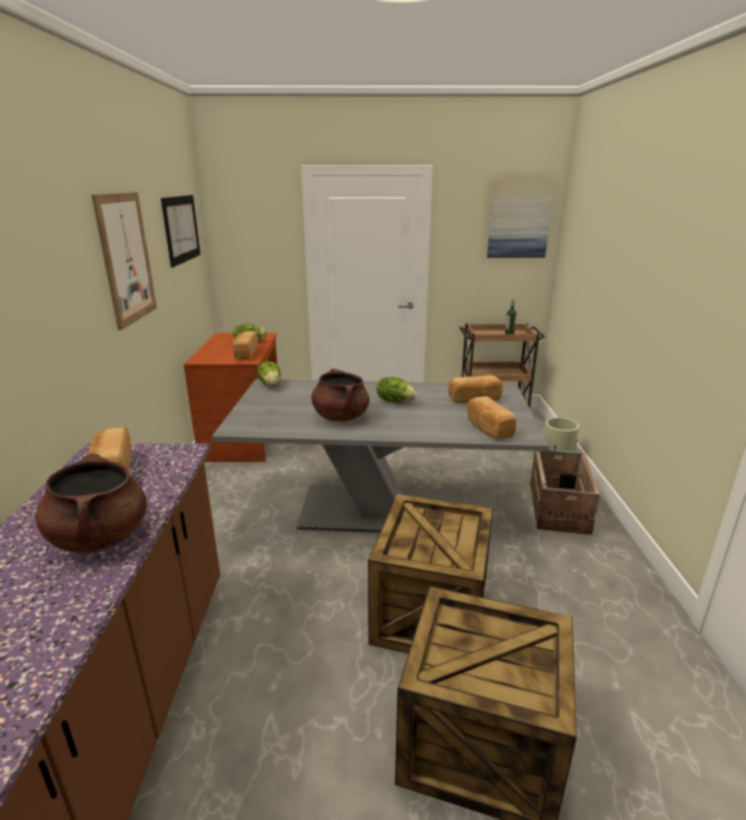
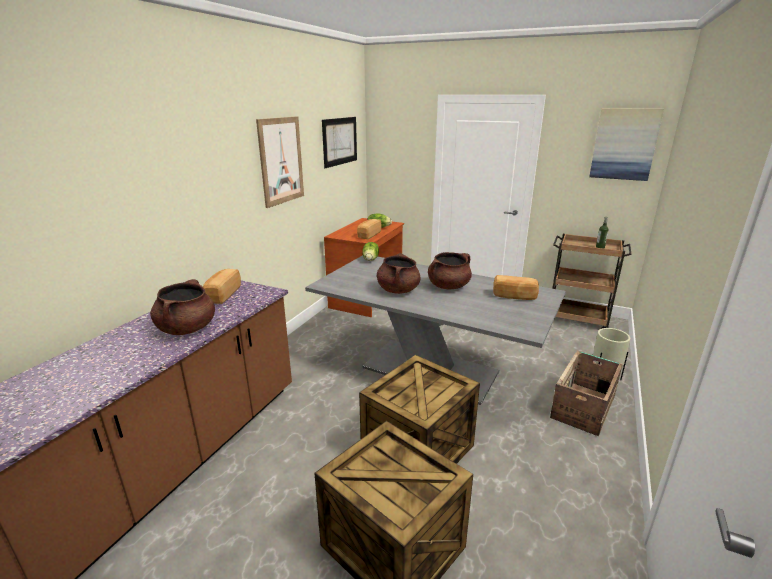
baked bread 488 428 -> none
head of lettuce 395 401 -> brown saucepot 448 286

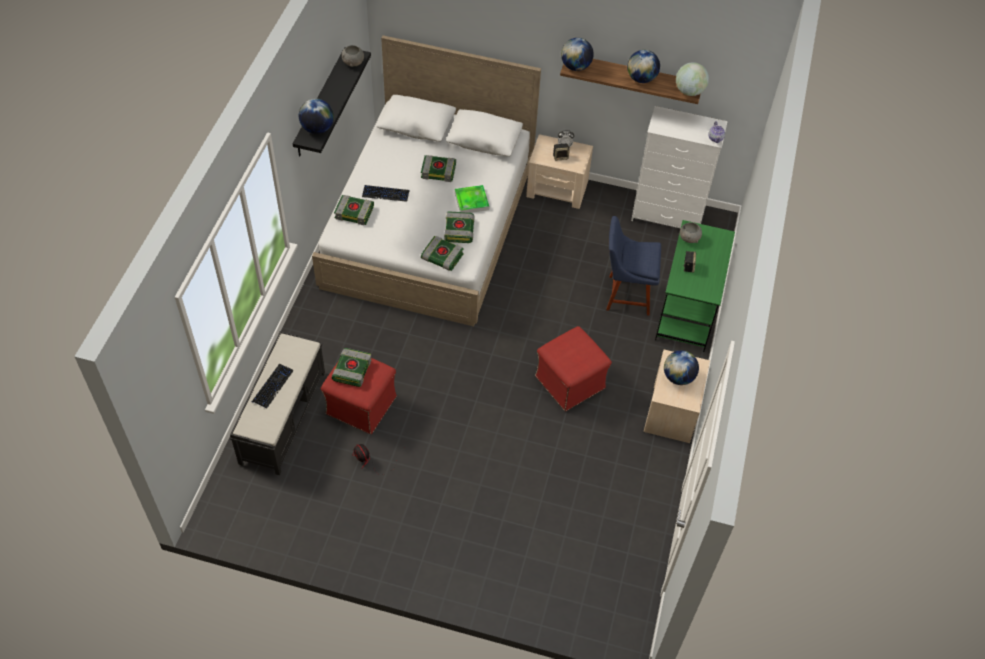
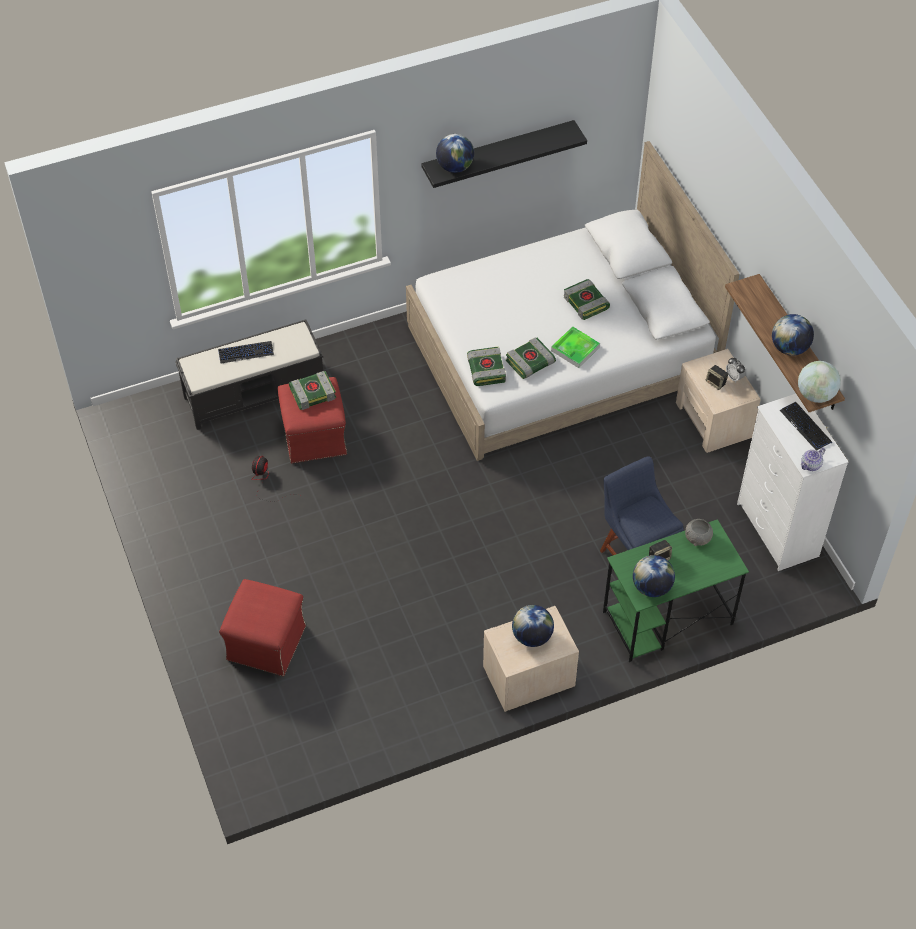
book 355 212 -> none
greyish deep dish 353 62 -> none
keyboard 386 194 -> keyboard 806 426, relocated
reddish ottoman 570 383 -> reddish ottoman 266 643, relocated
world globe 575 66 -> world globe 651 587, relocated

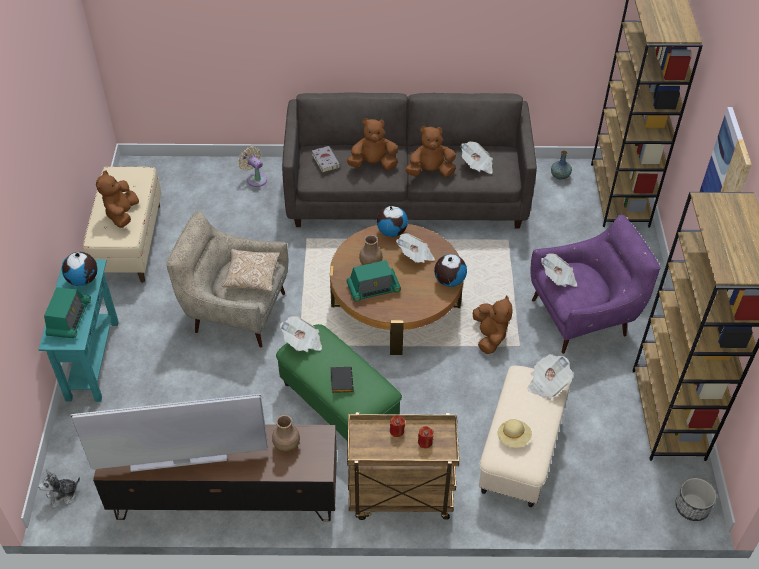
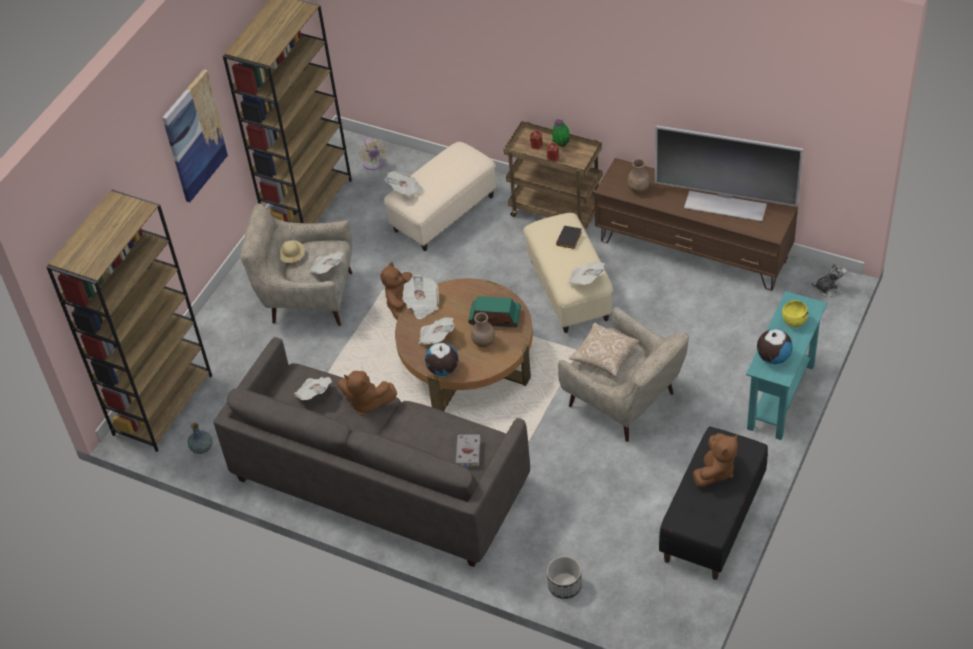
brown soft toy 373 164 -> none
none -> potted plant 561 145
beige fan 255 178 -> beige fan 373 164, relocated
beige clothing hat 513 438 -> beige clothing hat 291 256, relocated
plant pot 691 507 -> plant pot 564 586, relocated
radio 69 319 -> yellowish deep dish 794 322
world globe 449 281 -> newspaper 422 304
beige indoor bench 129 242 -> black indoor bench 713 521
green ottoman 337 404 -> beige ottoman 570 290
purple-coloured easy chair 583 316 -> beige easy chair 307 297

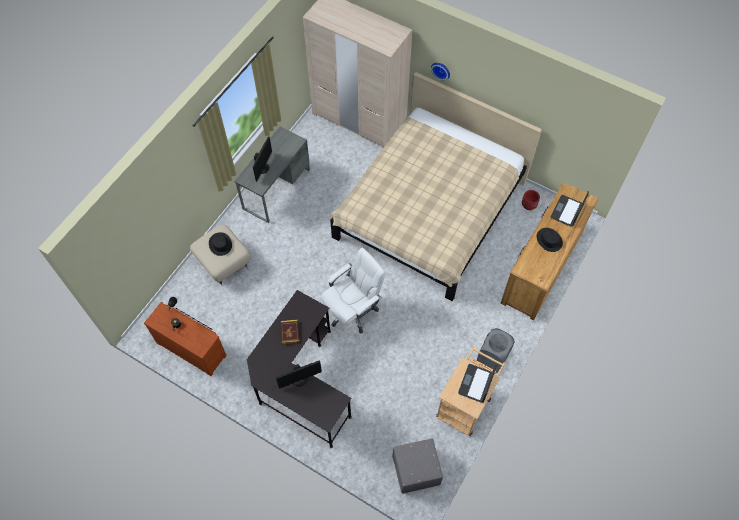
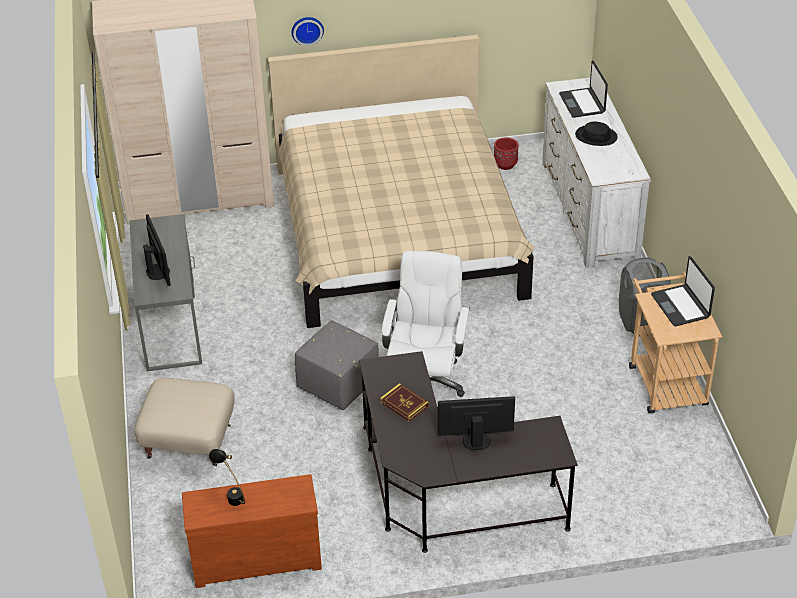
black clothing hat 220 244 -> none
greyish ottoman 416 471 -> greyish ottoman 339 385, relocated
brown dresser 541 267 -> white dresser 589 210
monitor 299 379 -> monitor 476 440, 120 degrees counterclockwise

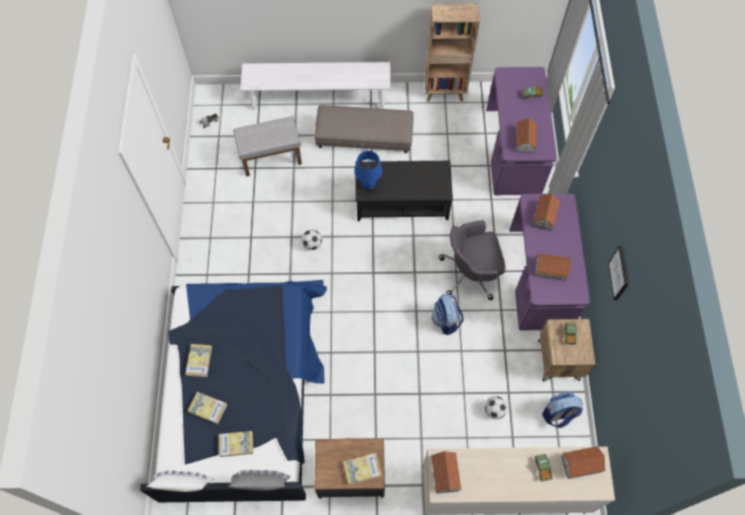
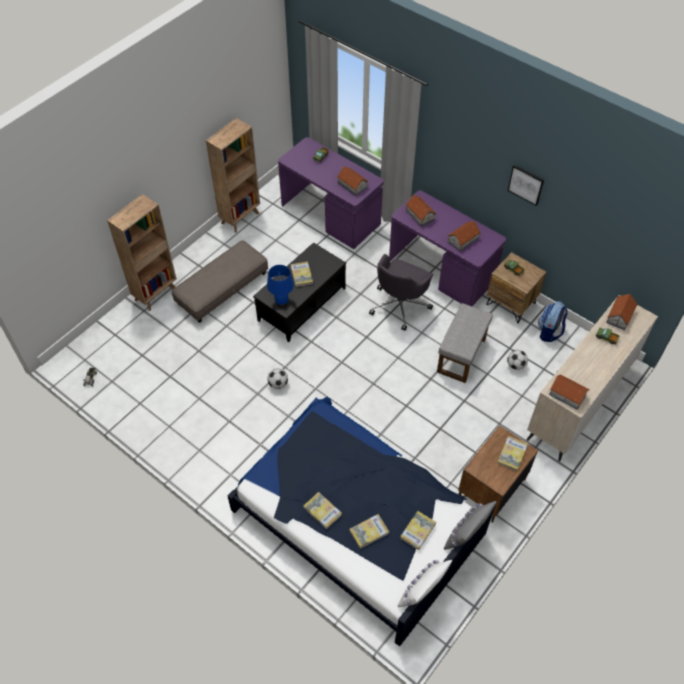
knapsack 446 320 -> none
none -> book 301 275
greyish ottoman 271 157 -> greyish ottoman 461 354, relocated
white indoor bench 318 99 -> brown shelving unit 156 293

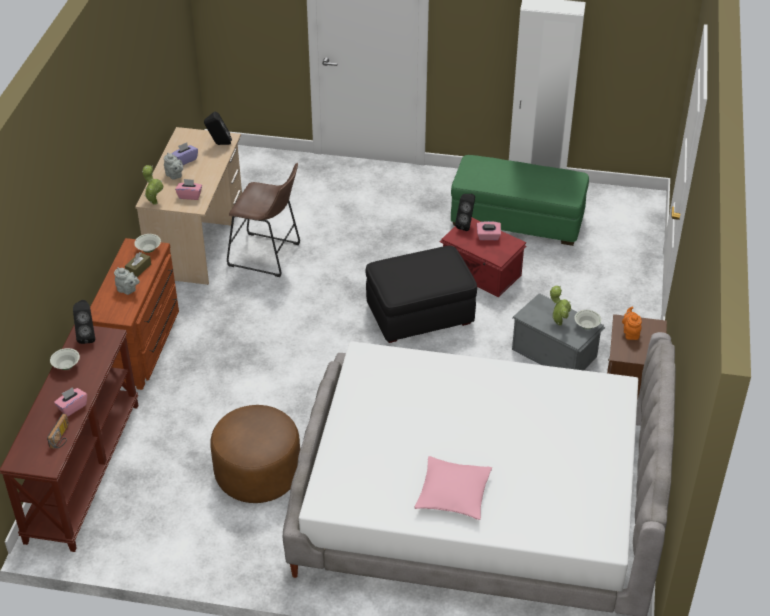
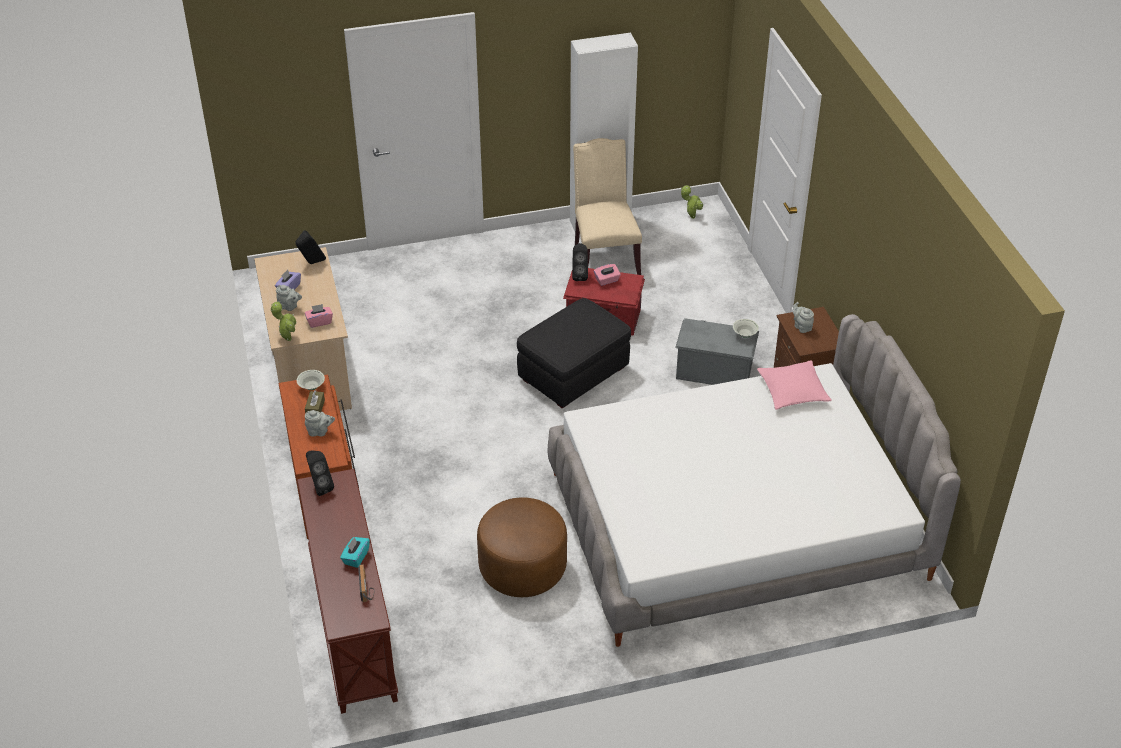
white deep dish 66 366 -> none
brown stool 268 256 -> none
pink-coloured pillow 453 494 -> pink-coloured pillow 793 391, relocated
potted plant 558 322 -> potted plant 691 216, relocated
green ottoman 517 220 -> beige upright chair 604 259
pink-coloured box of tissues 72 407 -> turquoise-coloured box of tissues 356 557
orangey teapot 630 333 -> greyish teapot 801 327

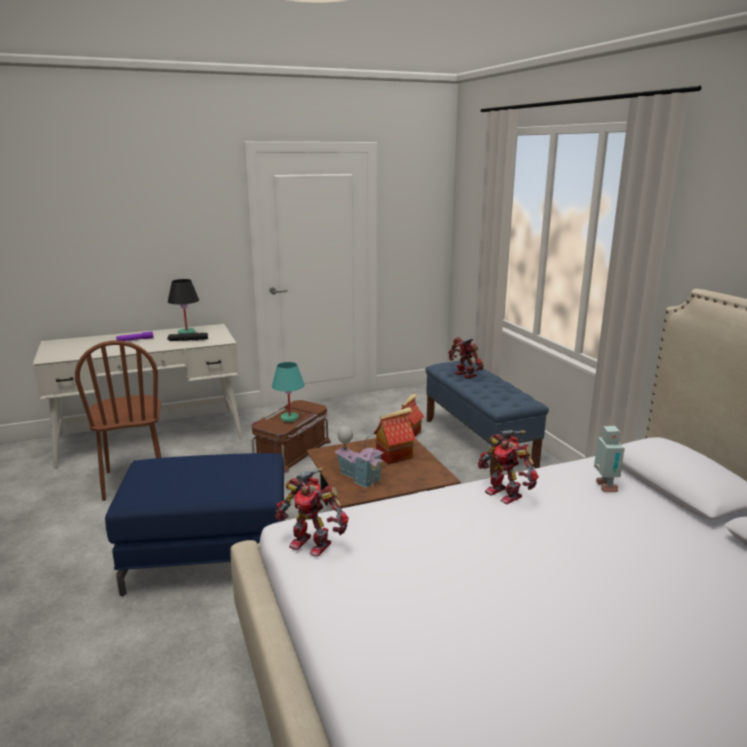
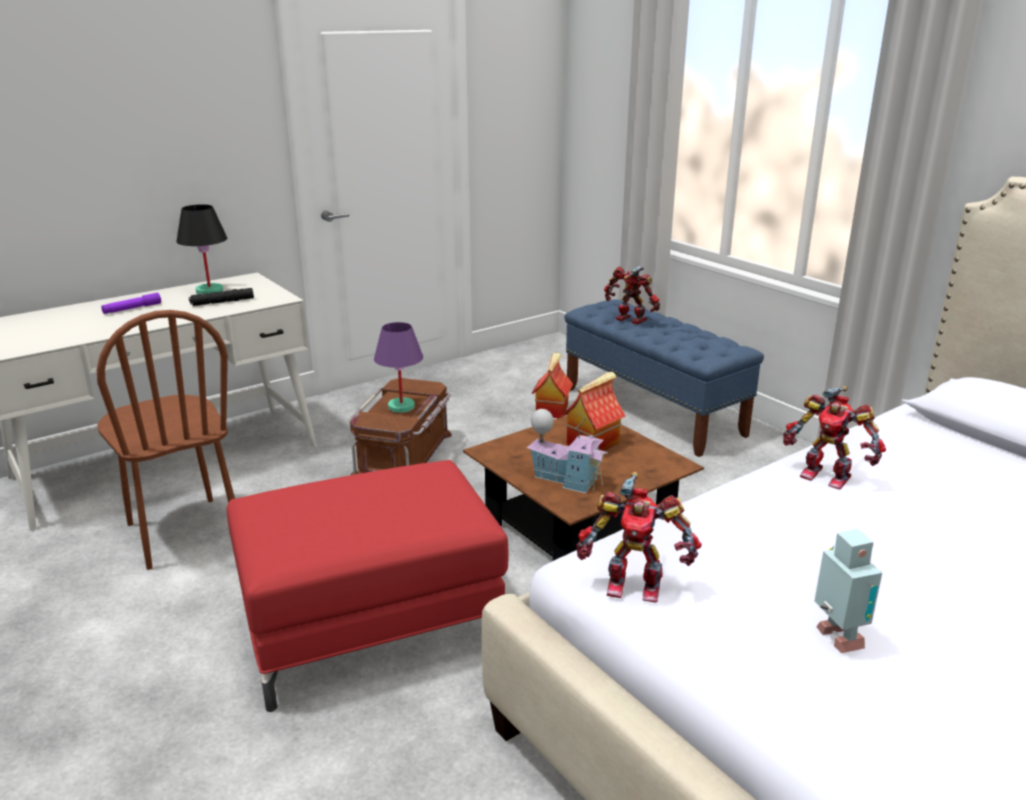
toy robot 604 487 -> toy robot 837 640, relocated
bluish ottoman 208 556 -> reddish ottoman 371 627
turquoise-coloured lamp for a table 289 418 -> purple-coloured lamp for a table 400 407

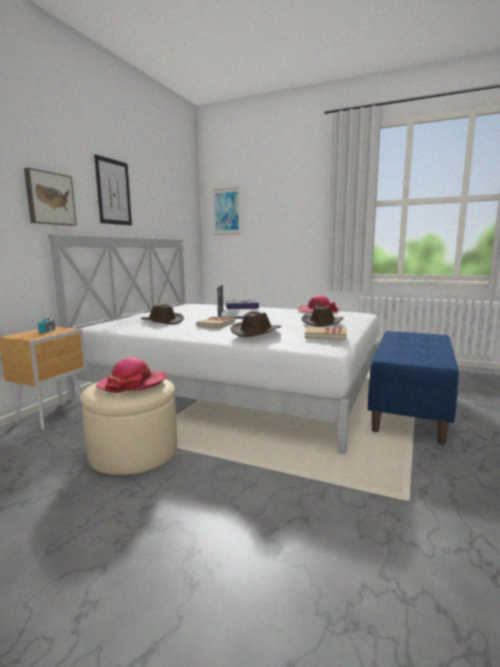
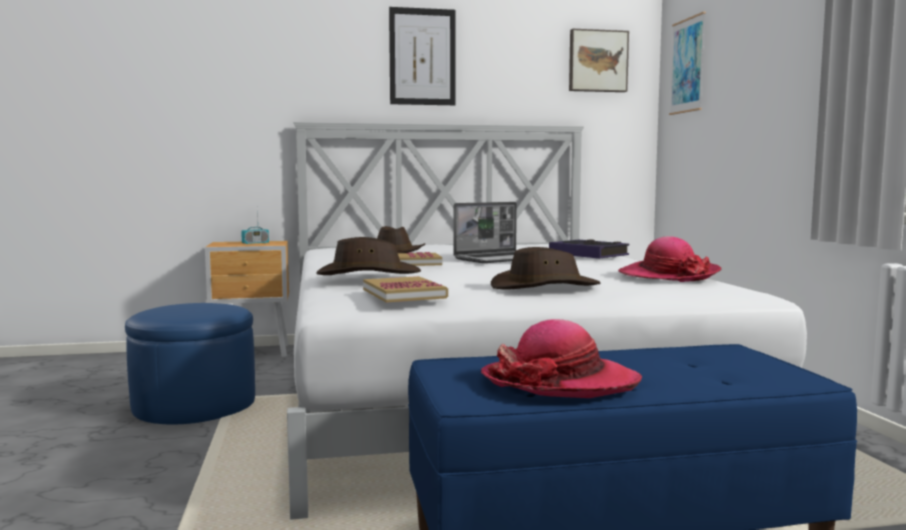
wall picture 49 198 -> wall picture 597 61, relocated
clothing hat 133 384 -> clothing hat 559 382, relocated
beige ottoman 134 451 -> bluish ottoman 194 405

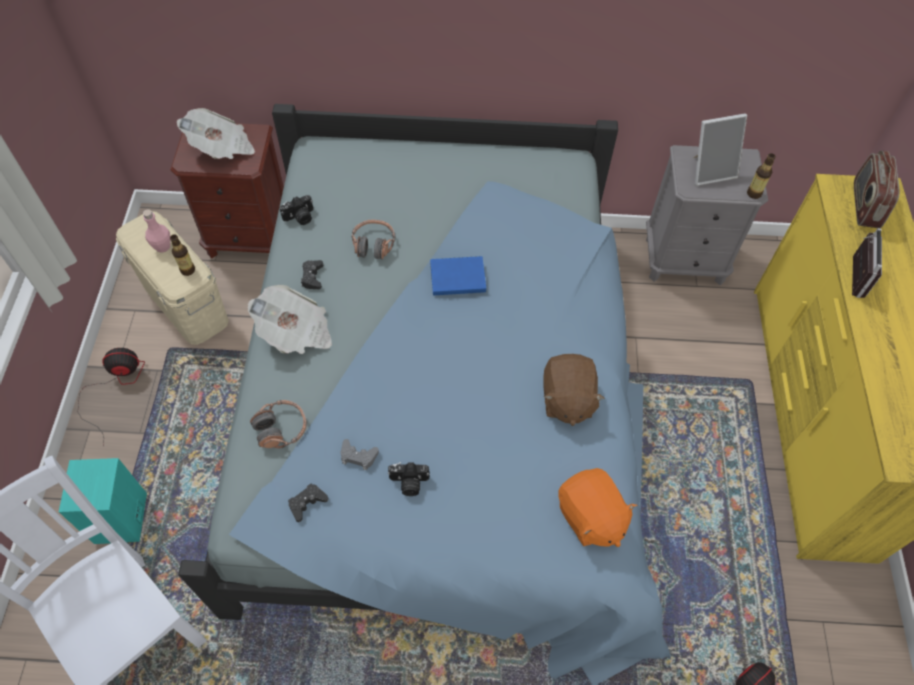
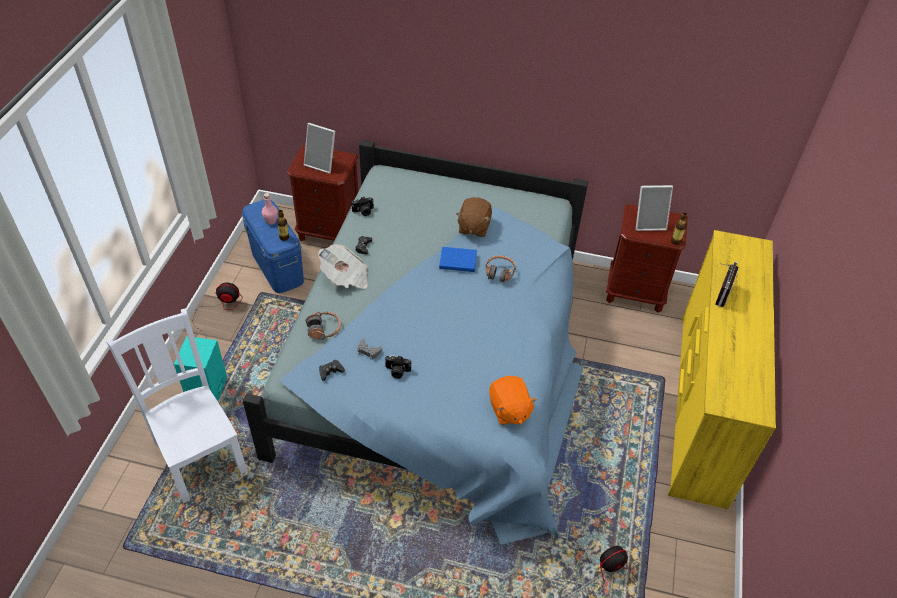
radio 864 205 -> none
headset 373 244 -> headset 499 272, relocated
brown soft toy 567 399 -> brown soft toy 473 227, relocated
newspaper 222 148 -> photo frame 322 163
beige storage container 185 303 -> bluish storage container 277 266
greyish nightstand 684 260 -> brown nightstand 635 292

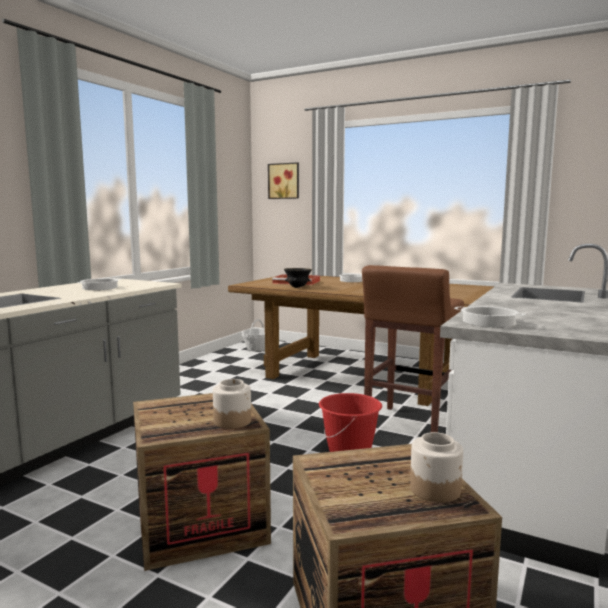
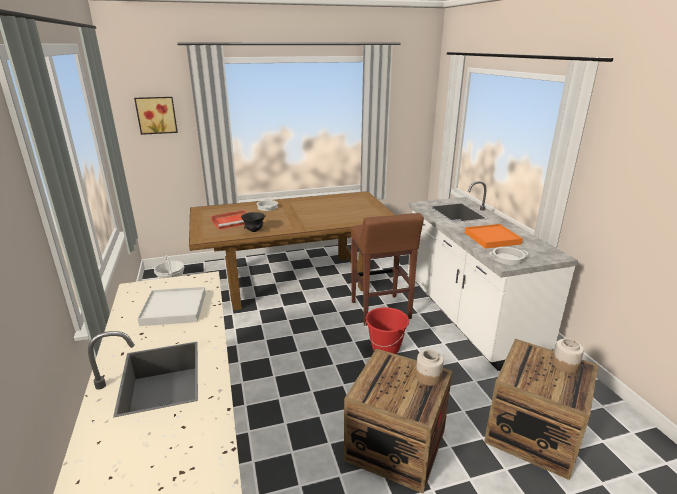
none -> orangey serving tray 492 238
saucepot 100 288 -> white serving tray 174 309

